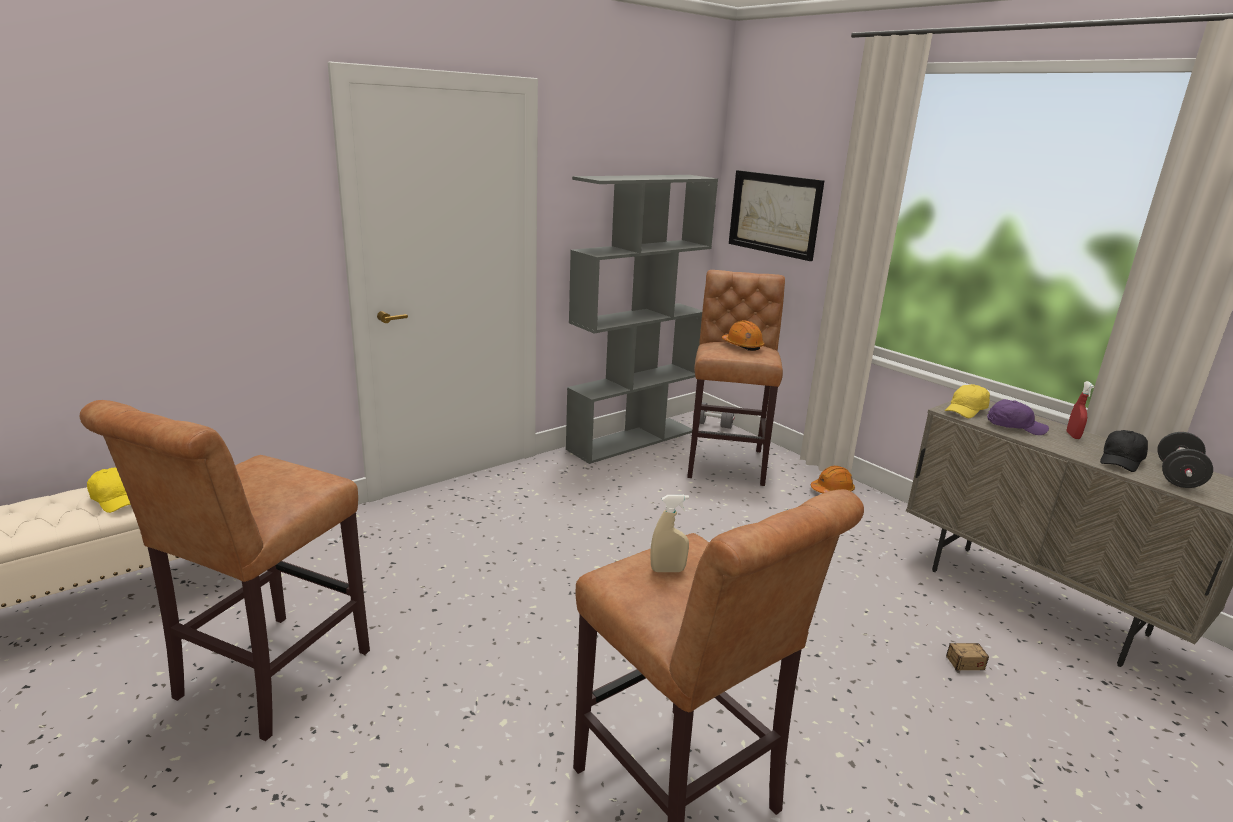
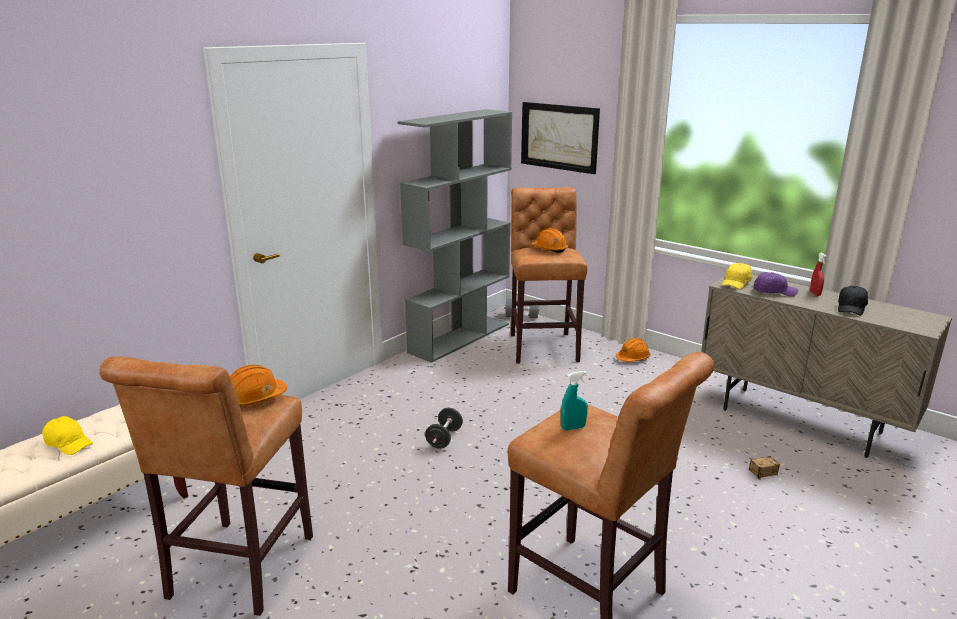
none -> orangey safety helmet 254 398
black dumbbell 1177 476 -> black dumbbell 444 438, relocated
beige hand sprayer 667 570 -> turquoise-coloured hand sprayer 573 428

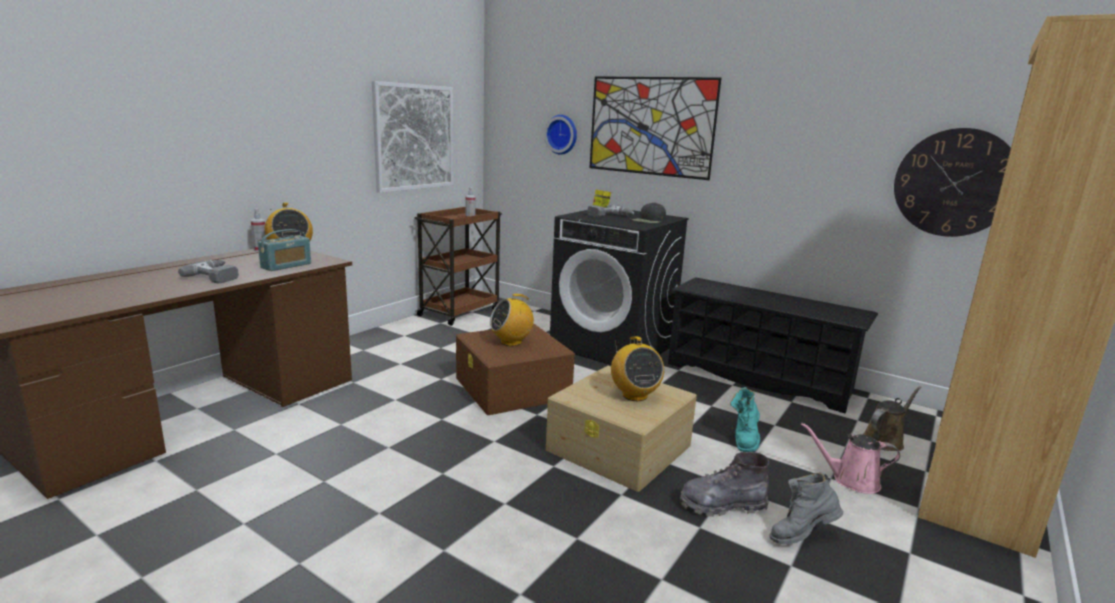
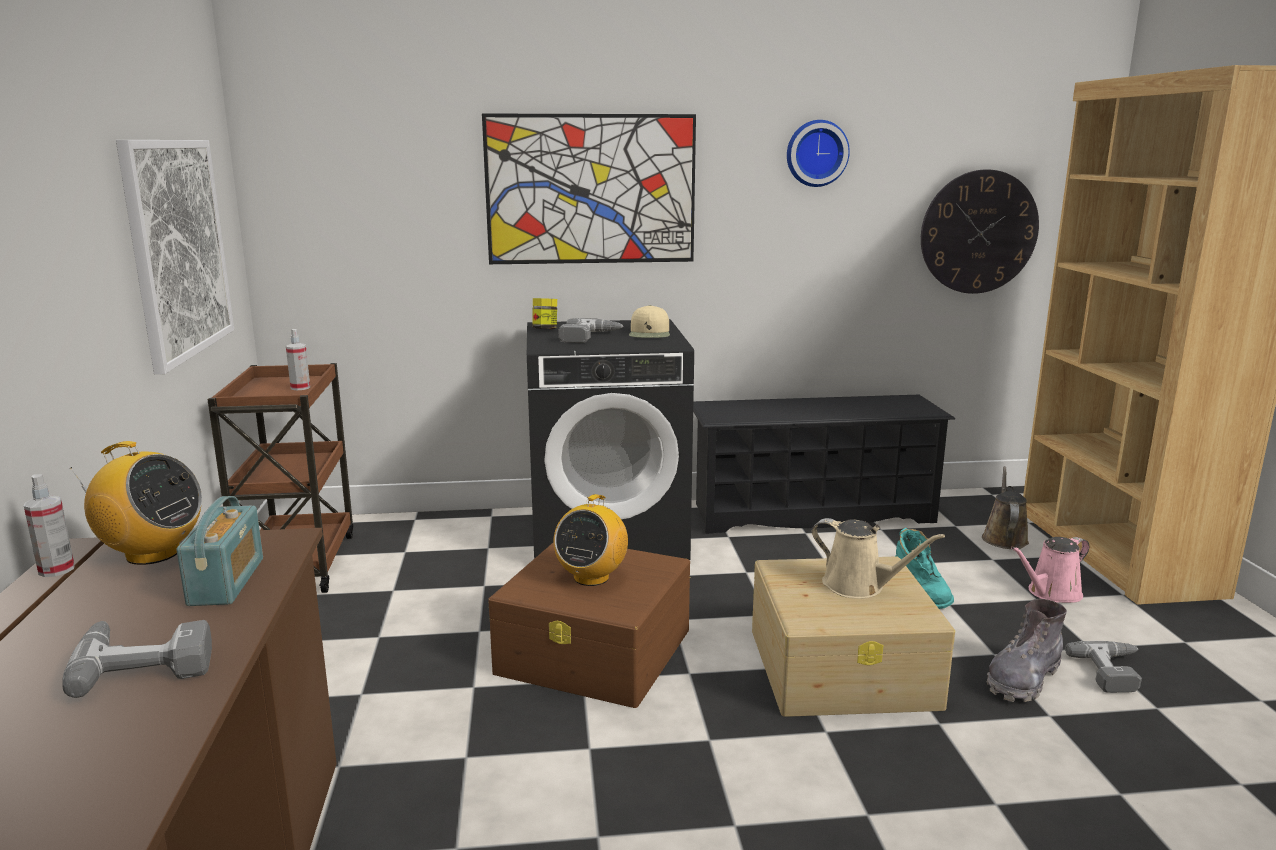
wall clock 562 134 -> wall clock 816 153, relocated
radio 634 395 -> beige watering pot 859 586
greyish high-top boot 801 535 -> drill 1114 672
black peaked cap 649 220 -> beige peaked cap 650 333

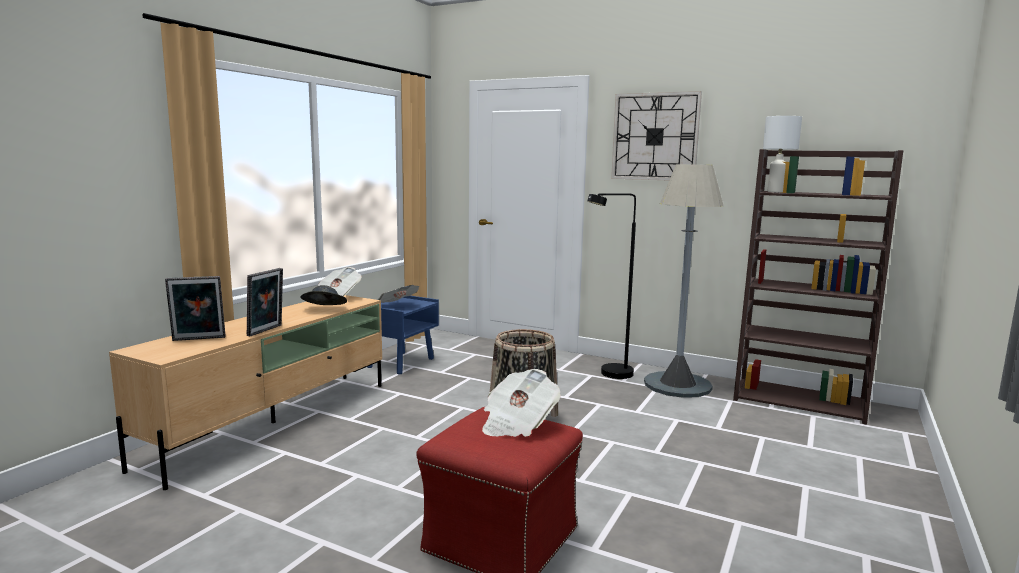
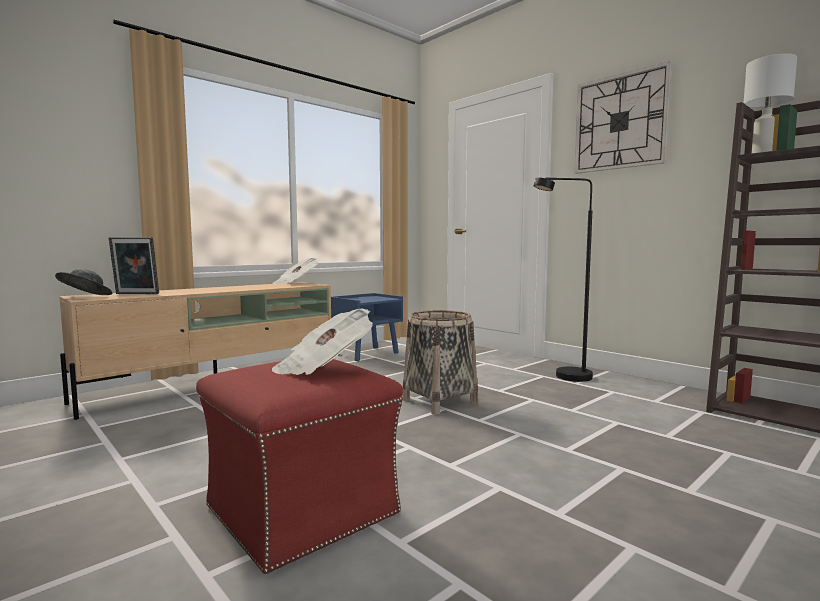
photo frame 267 330 -> none
newspaper 398 306 -> none
greyish standard lamp 677 385 -> none
greyish clothing hat 323 309 -> greyish clothing hat 85 297, relocated

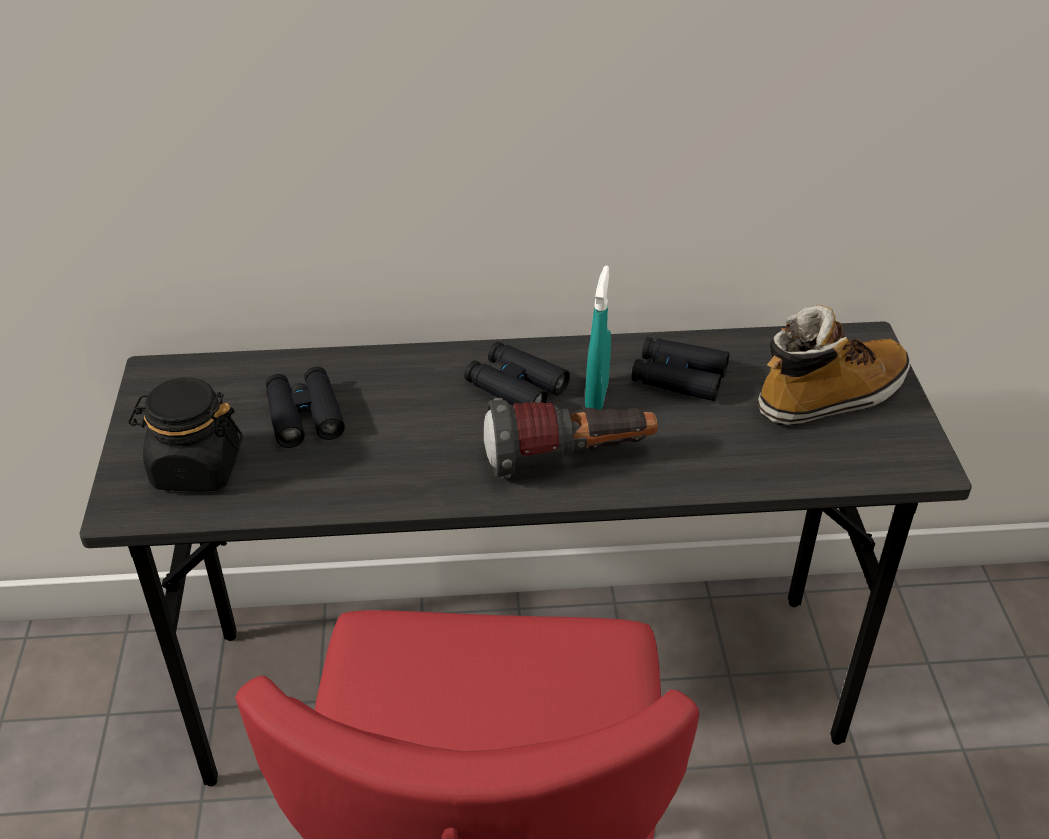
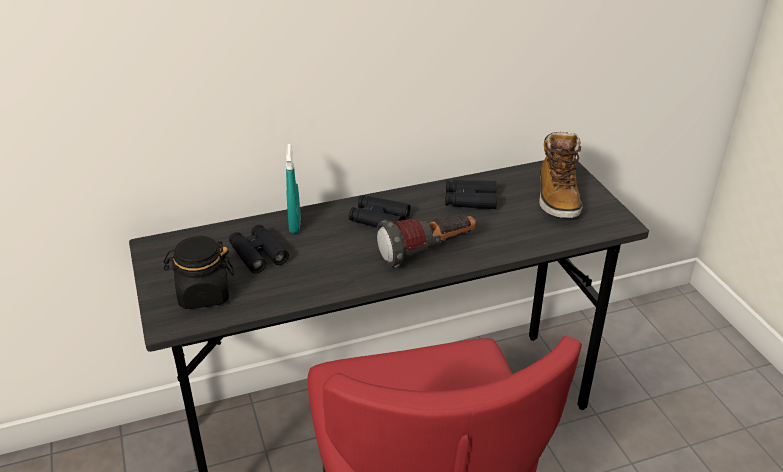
turquoise-coloured hand sprayer 596 396 -> turquoise-coloured hand sprayer 295 224, relocated
high-top boot 830 397 -> high-top boot 557 197, 135 degrees clockwise

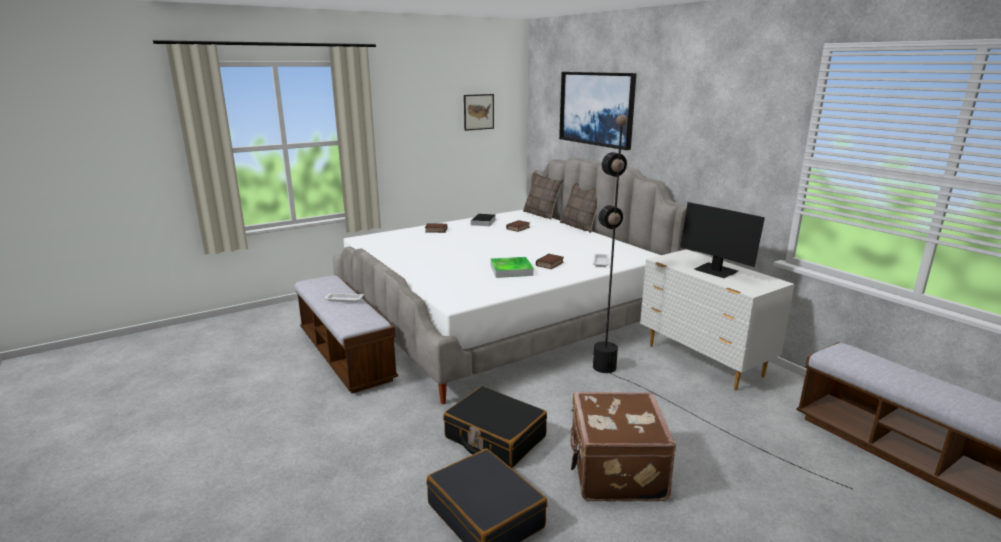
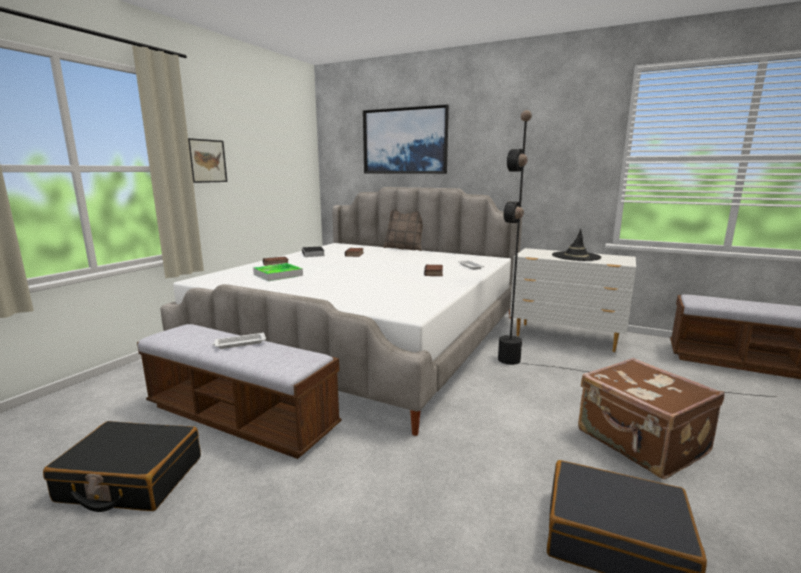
pillow 542 214 -> none
black suitcase 494 437 -> black suitcase 131 479, relocated
wall picture 478 112 -> wall picture 207 161, relocated
serving tray 511 270 -> serving tray 278 275, relocated
monitor 716 271 -> black clothing hat 576 256

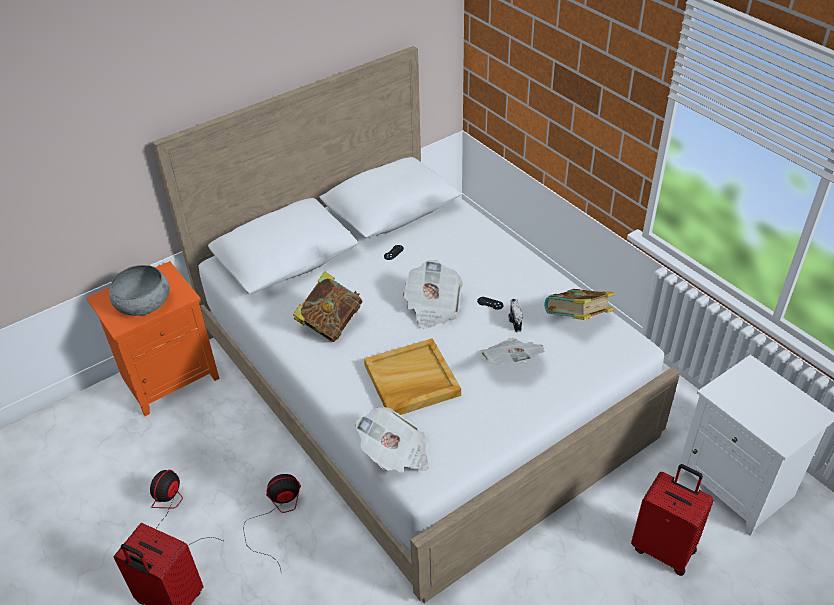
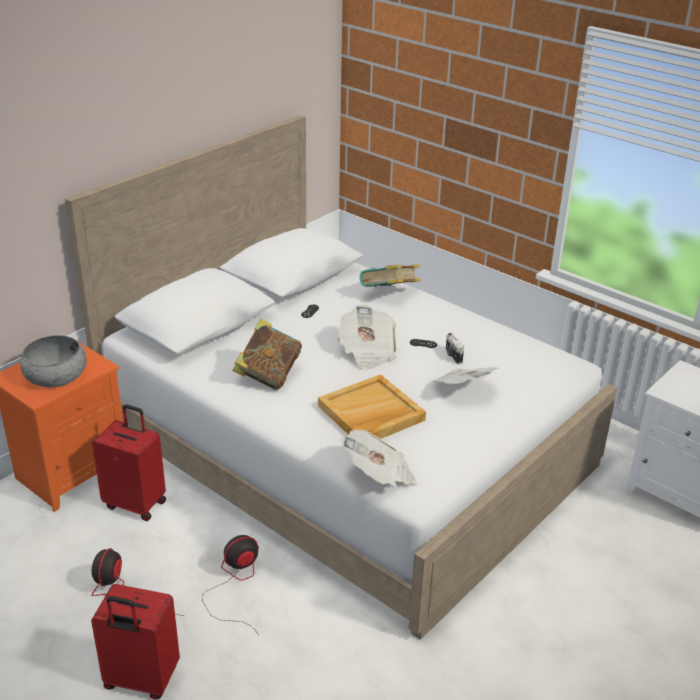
book 576 321 -> book 389 295, relocated
reddish suitcase 664 548 -> reddish suitcase 136 503, relocated

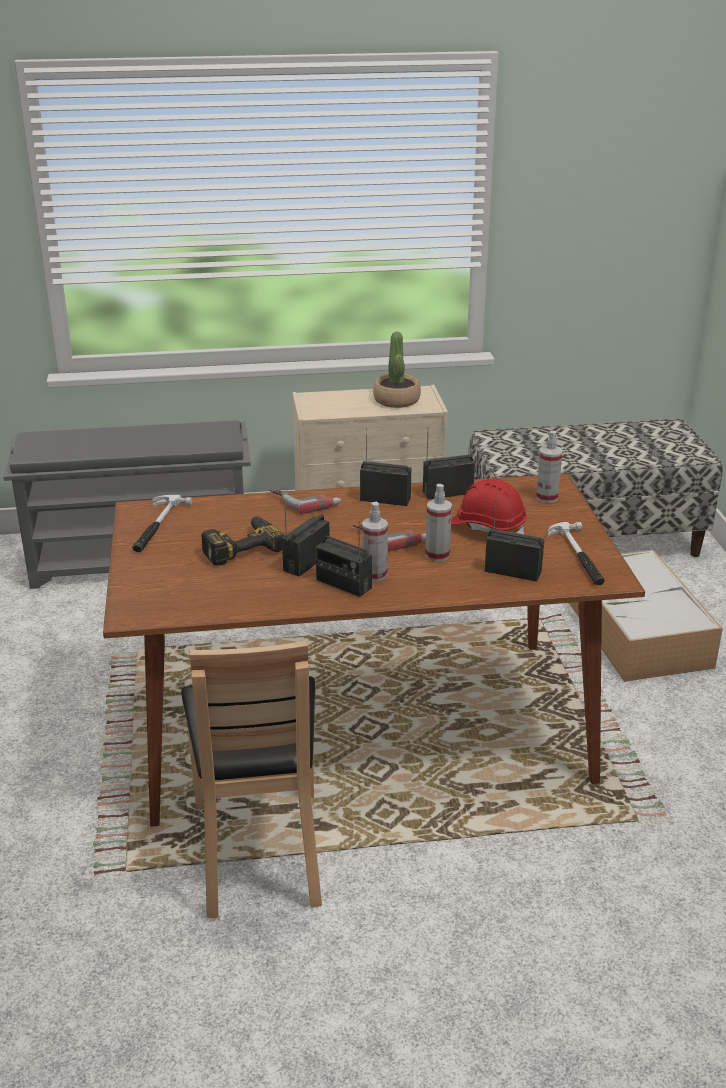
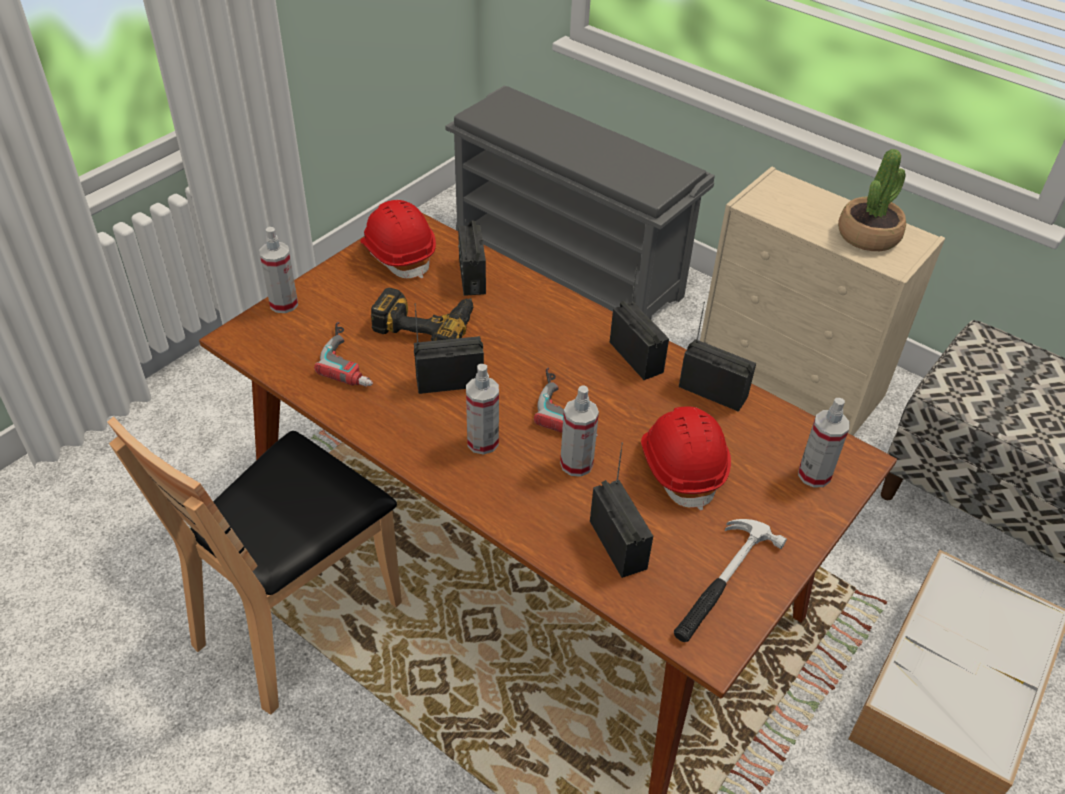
none -> hand sprayer 284 304
drill 305 501 -> drill 353 359, relocated
radio 343 584 -> radio 471 276, relocated
hammer 157 526 -> reddish safety helmet 398 254

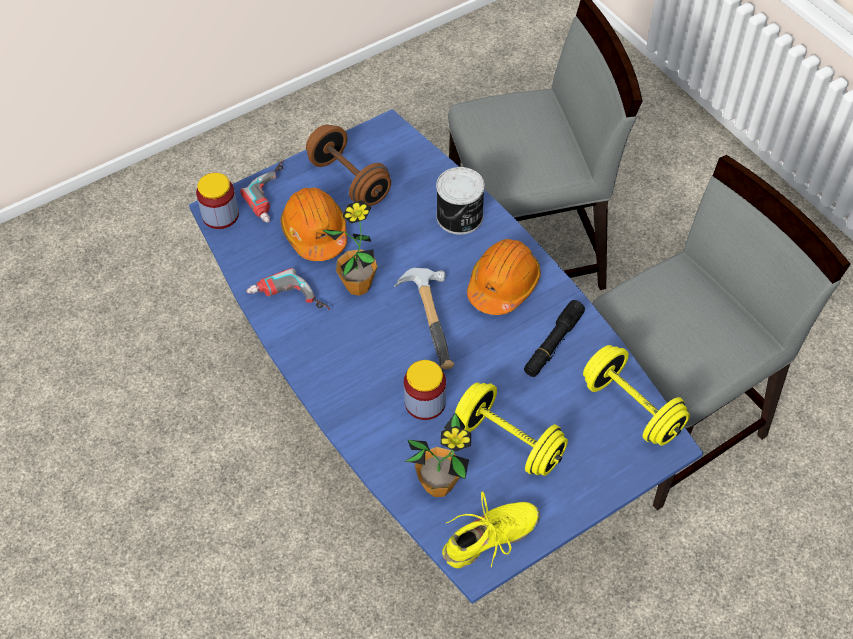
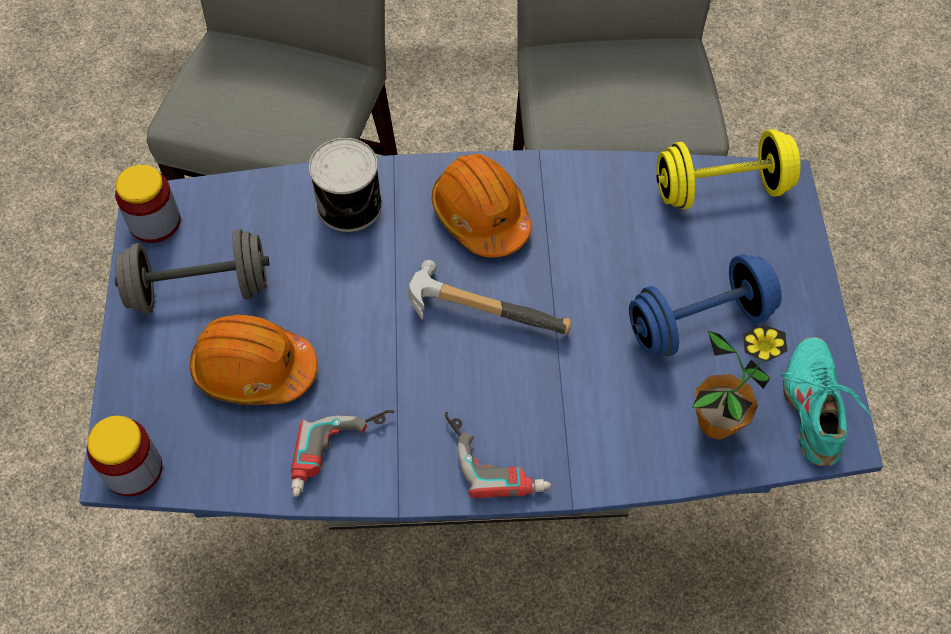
potted plant 358 285 -> none
black hand torch 553 344 -> none
drill 274 195 -> drill 497 455, relocated
preserve jar 425 402 -> preserve jar 155 222, relocated
brown dumbbell 349 180 -> greyish dumbbell 200 289
yellowish low shoe 490 539 -> turquoise-coloured low shoe 814 407
yellowish dumbbell 509 442 -> bluish dumbbell 698 322

